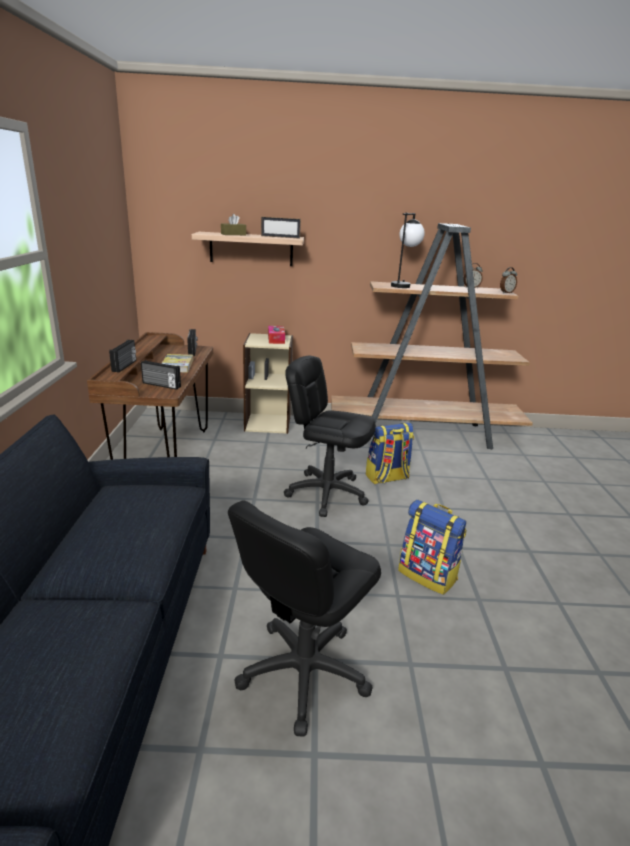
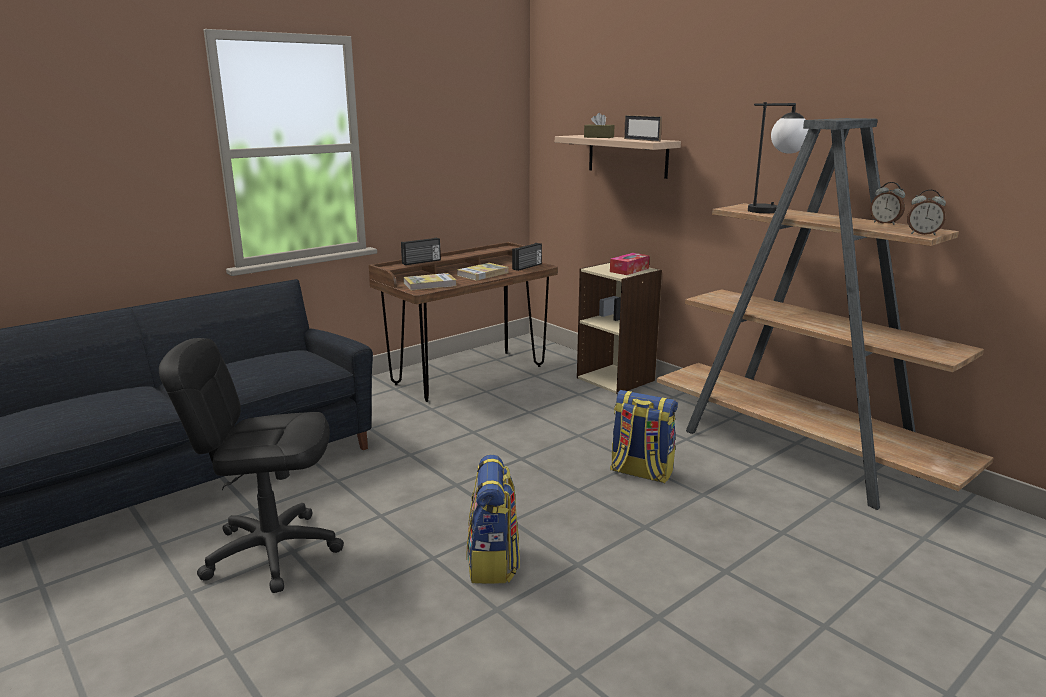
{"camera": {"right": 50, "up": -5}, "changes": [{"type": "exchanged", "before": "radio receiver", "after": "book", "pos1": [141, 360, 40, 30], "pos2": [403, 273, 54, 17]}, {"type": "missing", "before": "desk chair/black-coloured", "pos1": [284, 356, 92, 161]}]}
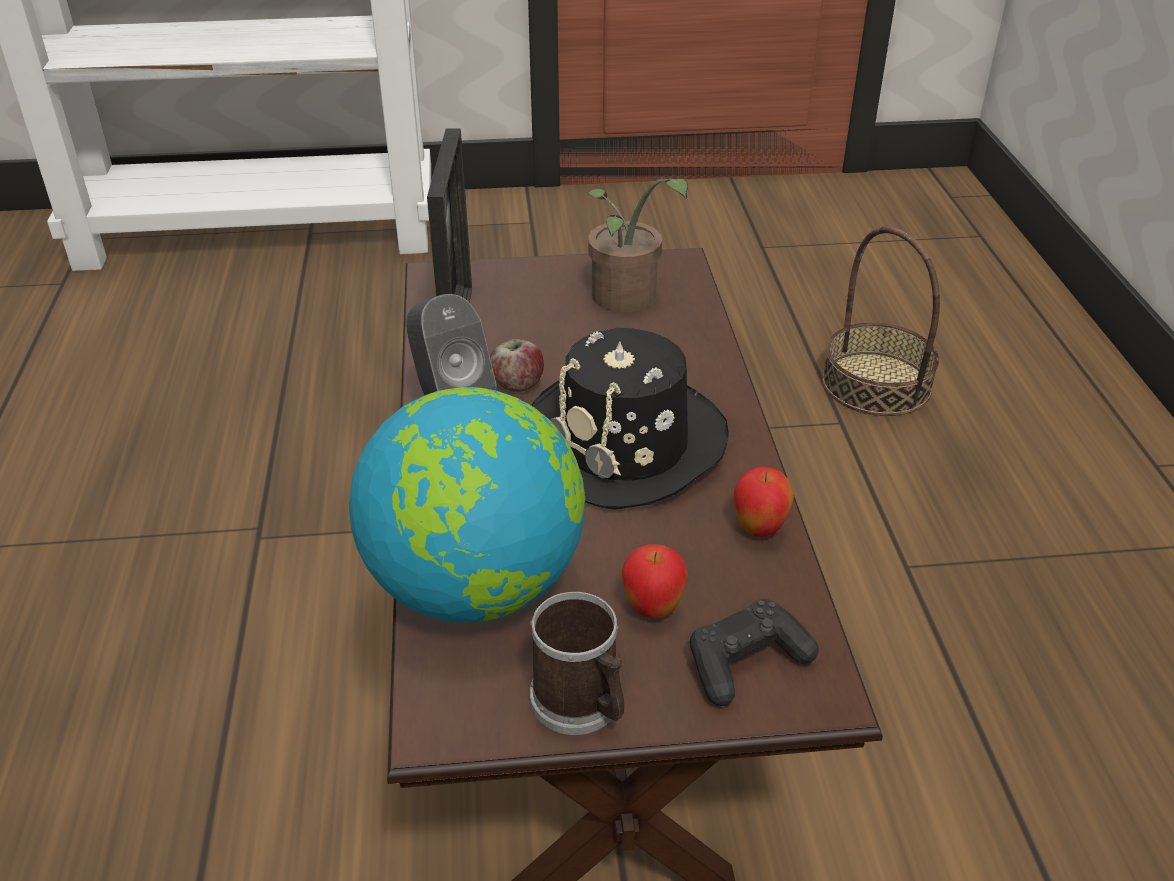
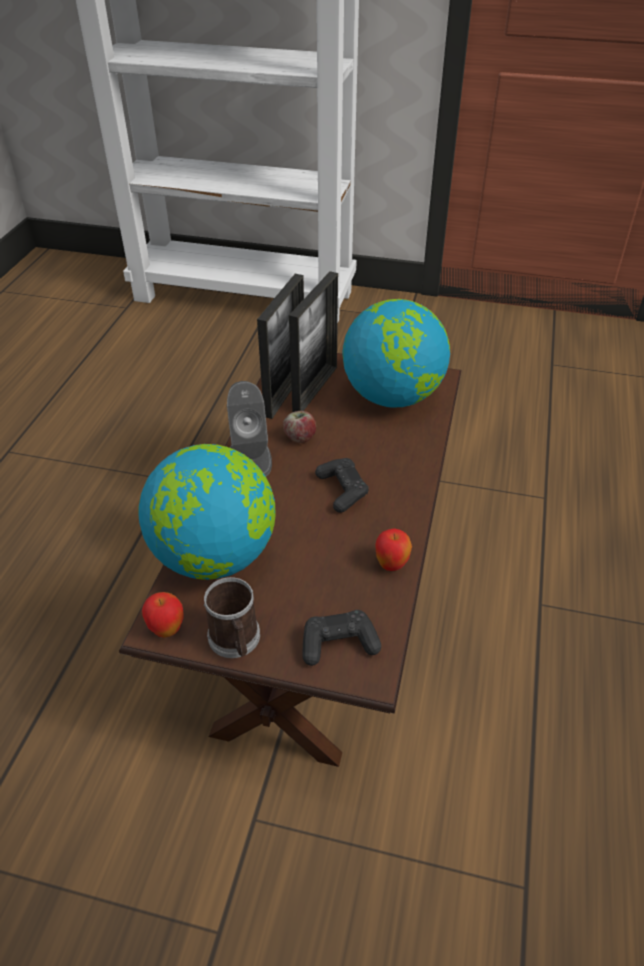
{"camera": {"right": 20, "up": 5}, "changes": [{"type": "exchanged", "before": "hat/black-coloured", "after": "game controller/black-coloured", "pos1": [531, 328, 197, 182], "pos2": [315, 458, 54, 55]}, {"type": "exchanged", "before": "houseplant", "after": "world globe", "pos1": [588, 178, 100, 134], "pos2": [342, 299, 108, 109]}, {"type": "relocated", "before": "apple", "pos1": [622, 544, 66, 75], "pos2": [142, 592, 42, 46]}, {"type": "missing", "before": "storage basket", "pos1": [822, 227, 118, 189]}, {"type": "appeared", "after": "picture frame", "pos2": [289, 271, 49, 141]}]}
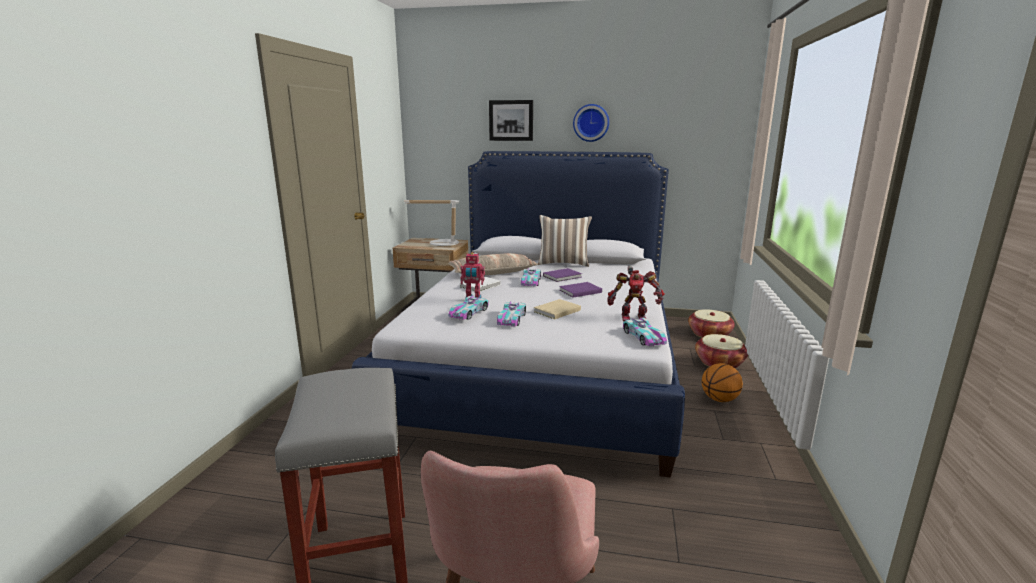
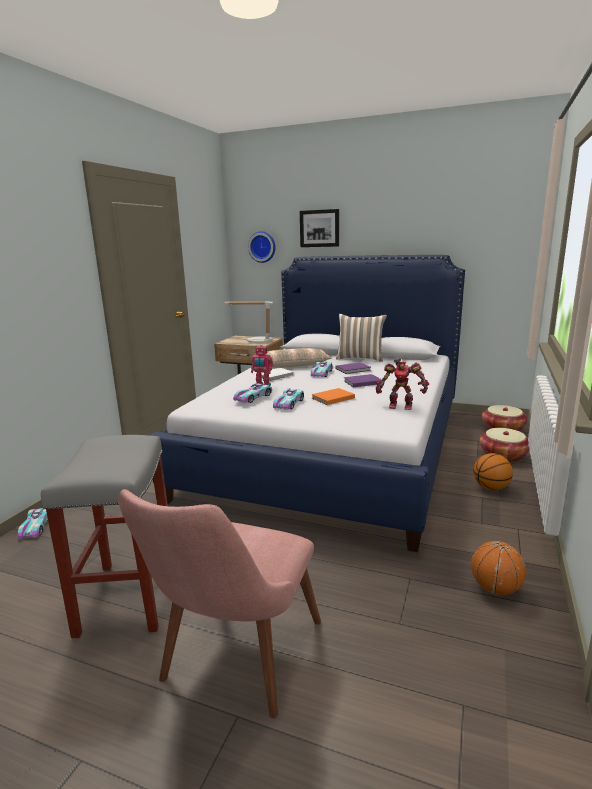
{"camera": {"right": 10, "up": 0}, "changes": [{"type": "colour", "before": "book/beige-coloured", "after": "book/orange-coloured", "pos1": [534, 299, 47, 20], "pos2": [312, 388, 43, 17]}, {"type": "relocated", "before": "hanging clock", "pos1": [573, 104, 36, 38], "pos2": [248, 231, 28, 32]}, {"type": "relocated", "before": "miniature car", "pos1": [623, 317, 44, 29], "pos2": [18, 508, 30, 31]}, {"type": "appeared", "after": "basketball", "pos2": [471, 541, 55, 54]}]}
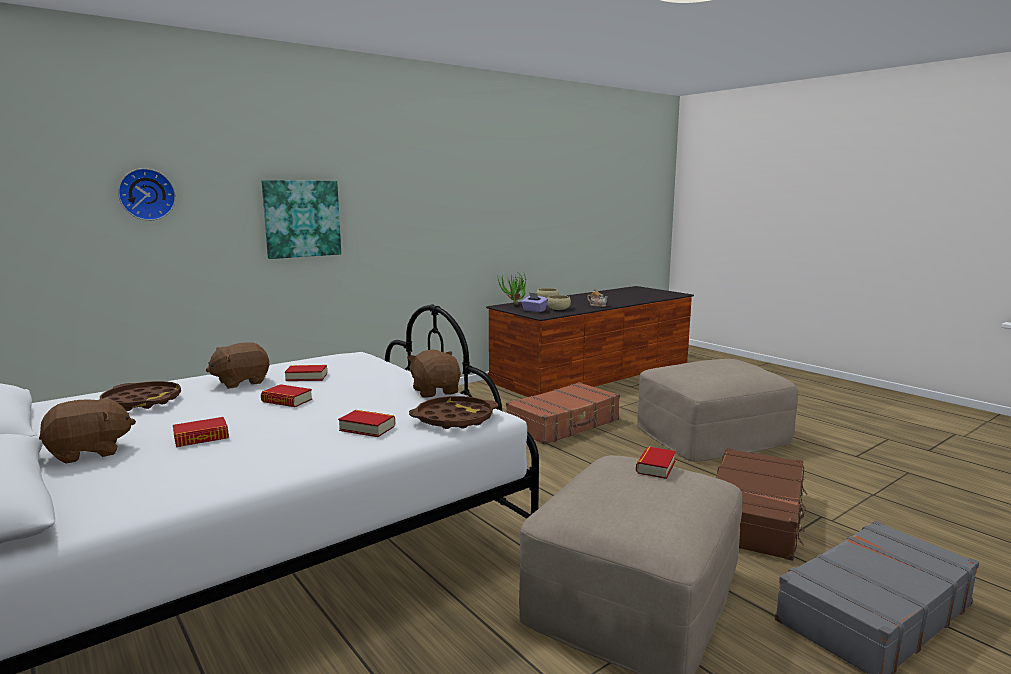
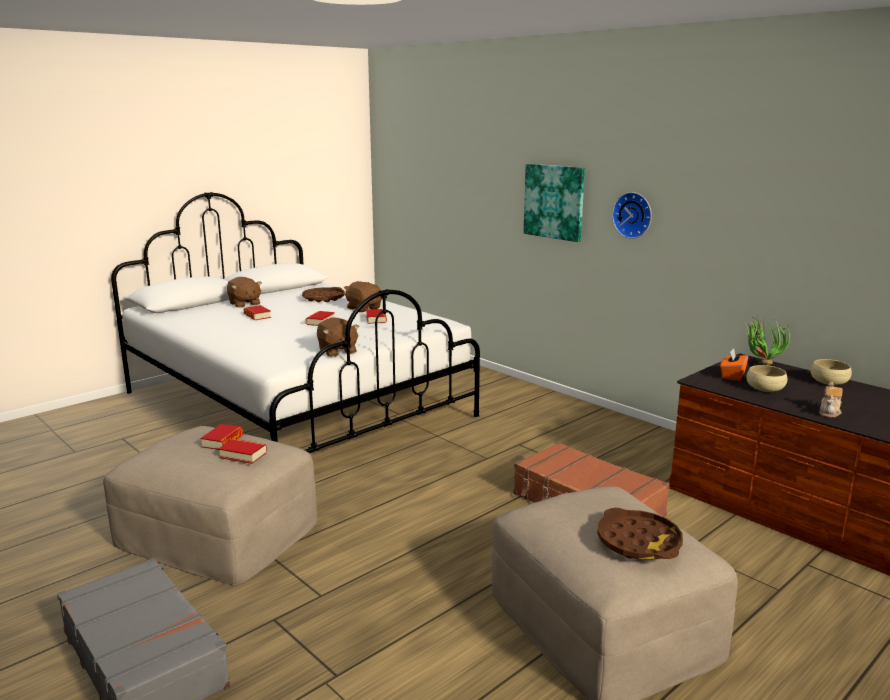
{"camera": {"right": 85, "up": 5}, "changes": [{"type": "relocated", "before": "hanging clock", "pos1": [118, 168, 58, 53], "pos2": [612, 192, 40, 47]}, {"type": "relocated", "before": "book", "pos1": [338, 410, 57, 27], "pos2": [201, 424, 43, 26]}, {"type": "spun", "before": "soft toy/brown", "pos1": [407, 349, 54, 49], "pos2": [317, 317, 43, 40], "turn": 90}, {"type": "relocated", "before": "serving tray/brown", "pos1": [409, 396, 89, 33], "pos2": [597, 508, 86, 52]}, {"type": "colour", "before": "tissue holder/purple-coloured", "after": "tissue holder/orange-coloured", "pos1": [521, 292, 27, 20], "pos2": [720, 348, 28, 33]}, {"type": "missing", "before": "piece of luggage/brown", "pos1": [716, 448, 91, 113]}]}
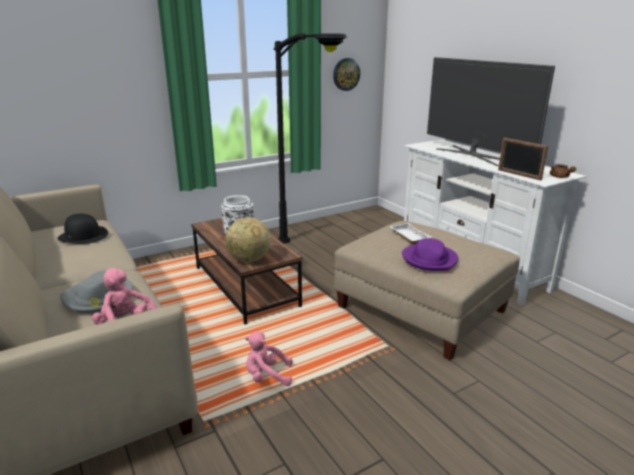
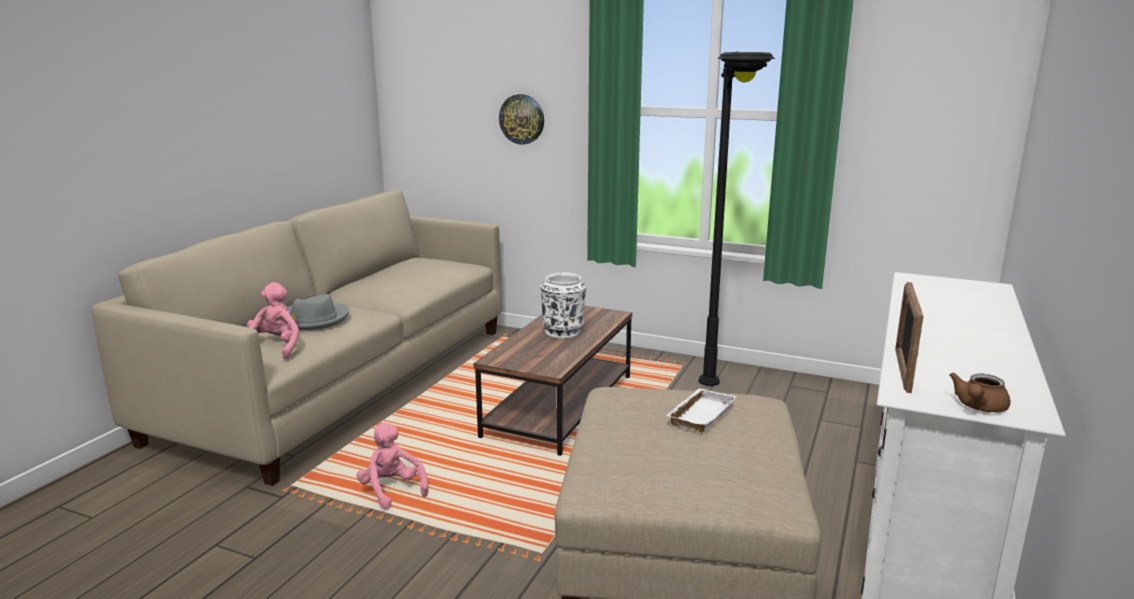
{"camera": {"right": 55, "up": -5}, "changes": [{"type": "missing", "before": "hat/black-coloured", "pos1": [57, 214, 51, 30]}, {"type": "missing", "before": "world globe", "pos1": [225, 217, 46, 45]}, {"type": "relocated", "before": "hanging clock", "pos1": [333, 58, 27, 33], "pos2": [499, 94, 45, 51]}, {"type": "missing", "before": "hat/purple-coloured", "pos1": [402, 238, 56, 33]}, {"type": "missing", "before": "TV set", "pos1": [427, 57, 128, 109]}]}
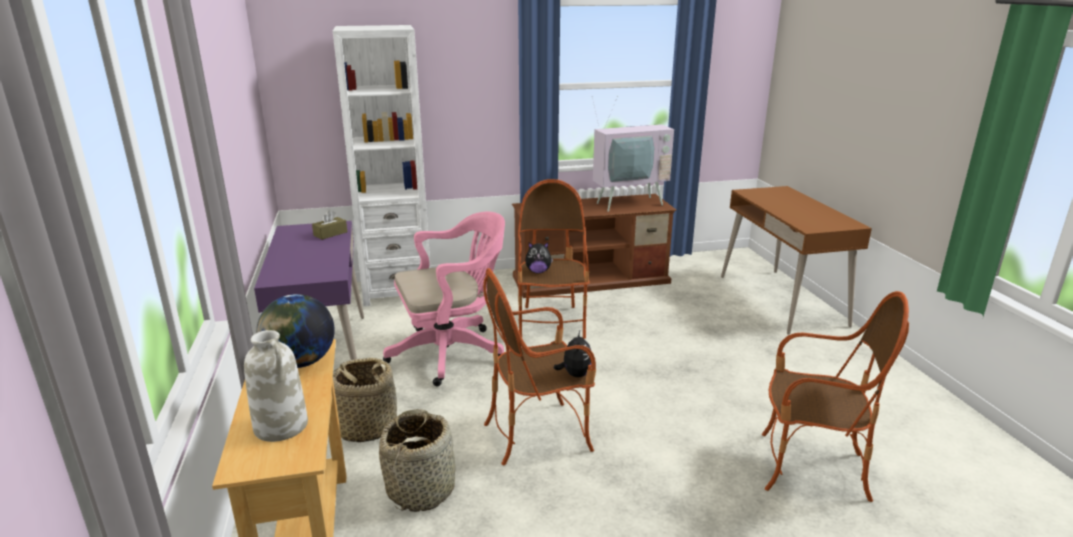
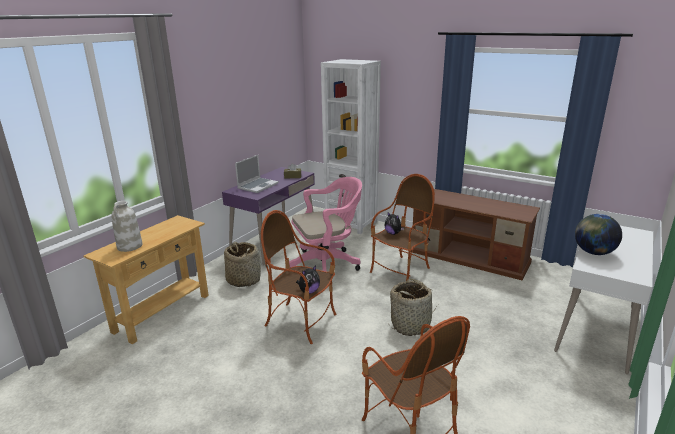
{"camera": {"right": 45, "up": 0}, "changes": [{"type": "relocated", "before": "world globe", "pos1": [256, 294, 79, 74], "pos2": [575, 214, 47, 41]}, {"type": "relocated", "before": "storage basket", "pos1": [379, 409, 76, 103], "pos2": [388, 279, 50, 57]}, {"type": "spun", "before": "desk chair/pink-coloured", "pos1": [383, 212, 122, 174], "pos2": [289, 177, 73, 95], "turn": -45}, {"type": "missing", "before": "TV set", "pos1": [592, 96, 82, 116]}, {"type": "colour", "before": "desk unit/brown", "after": "desk unit/white-coloured", "pos1": [721, 186, 151, 149], "pos2": [554, 226, 99, 148]}, {"type": "appeared", "after": "notebook computer", "pos2": [235, 155, 44, 38]}]}
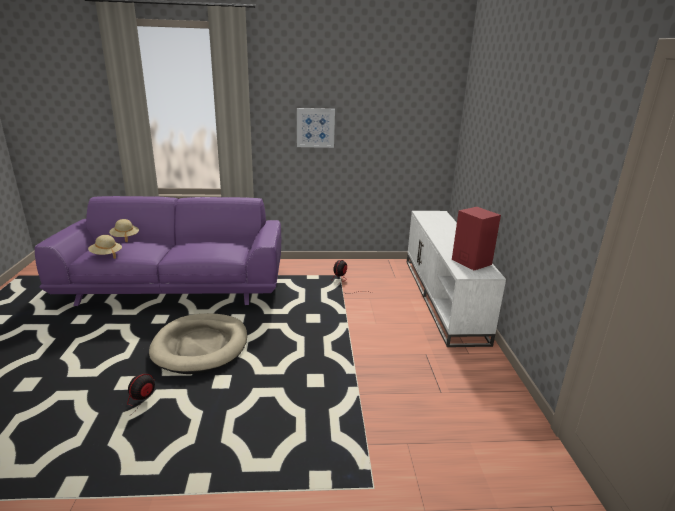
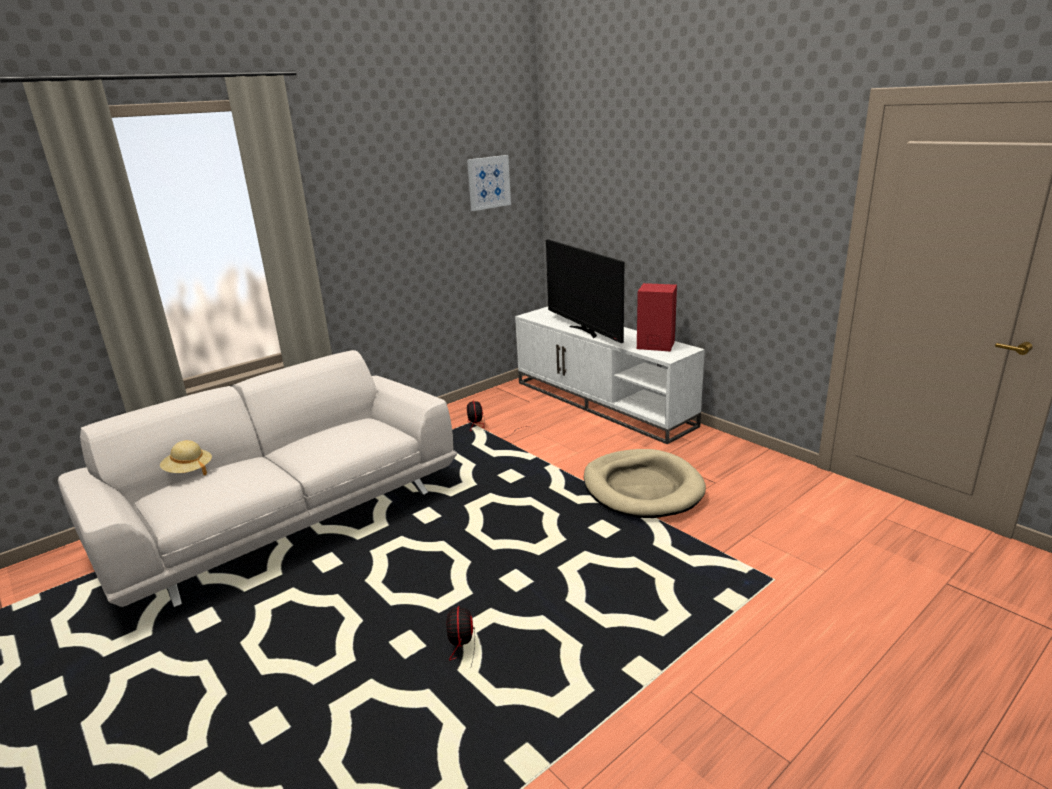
{"camera": {"right": -35, "up": 0}, "changes": [{"type": "colour", "before": "settee/purple-coloured", "after": "settee/white-coloured", "pos1": [35, 196, 246, 110], "pos2": [58, 350, 399, 257]}, {"type": "missing", "before": "hat/beige-coloured", "pos1": [88, 235, 34, 24]}, {"type": "relocated", "before": "dog cushion/beige-coloured", "pos1": [149, 313, 98, 61], "pos2": [584, 449, 122, 69]}, {"type": "relocated", "before": "wall picture", "pos1": [297, 108, 38, 40], "pos2": [467, 155, 44, 56]}, {"type": "appeared", "after": "TV set", "pos2": [546, 239, 78, 104]}]}
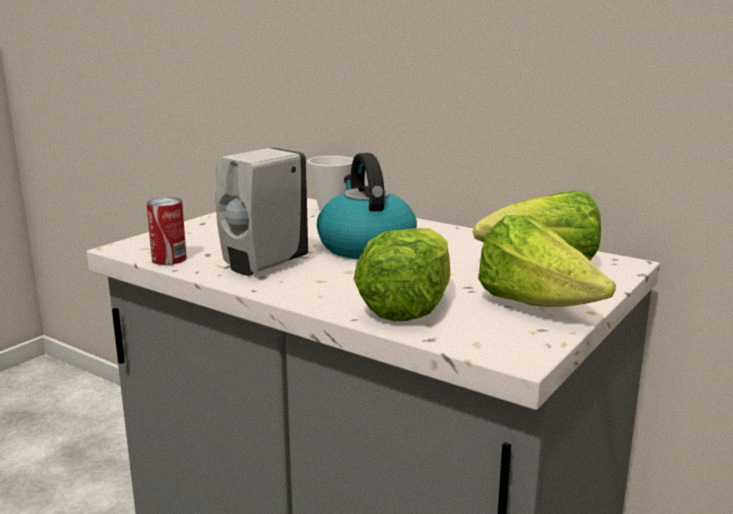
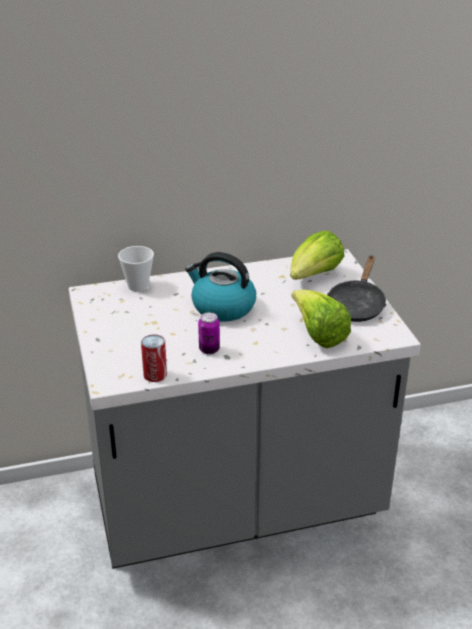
{"camera": {"right": -50, "up": 15}, "changes": [{"type": "exchanged", "before": "soap dispenser/white-coloured", "after": "can", "pos1": [216, 148, 92, 128], "pos2": [198, 312, 22, 42]}, {"type": "exchanged", "before": "lettuce", "after": "skillet/black-coloured", "pos1": [478, 215, 138, 92], "pos2": [327, 255, 60, 67]}]}
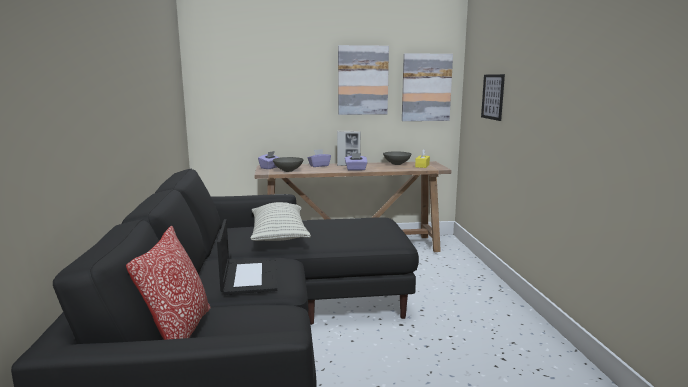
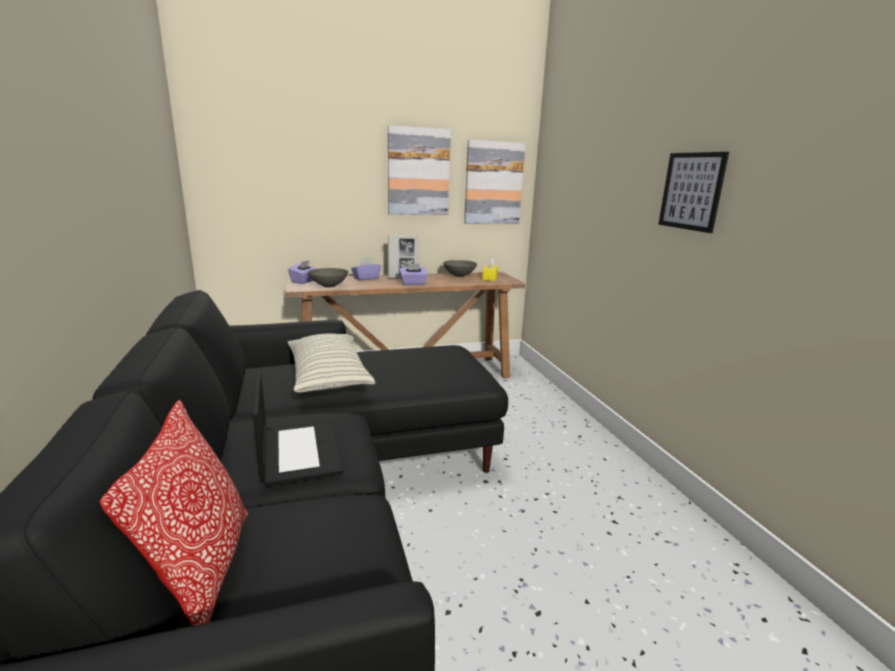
{"camera": {"right": -10, "up": 5}, "changes": [{"type": "relocated", "before": "wall picture", "pos1": [481, 74, 24, 47], "pos2": [658, 152, 71, 81]}]}
